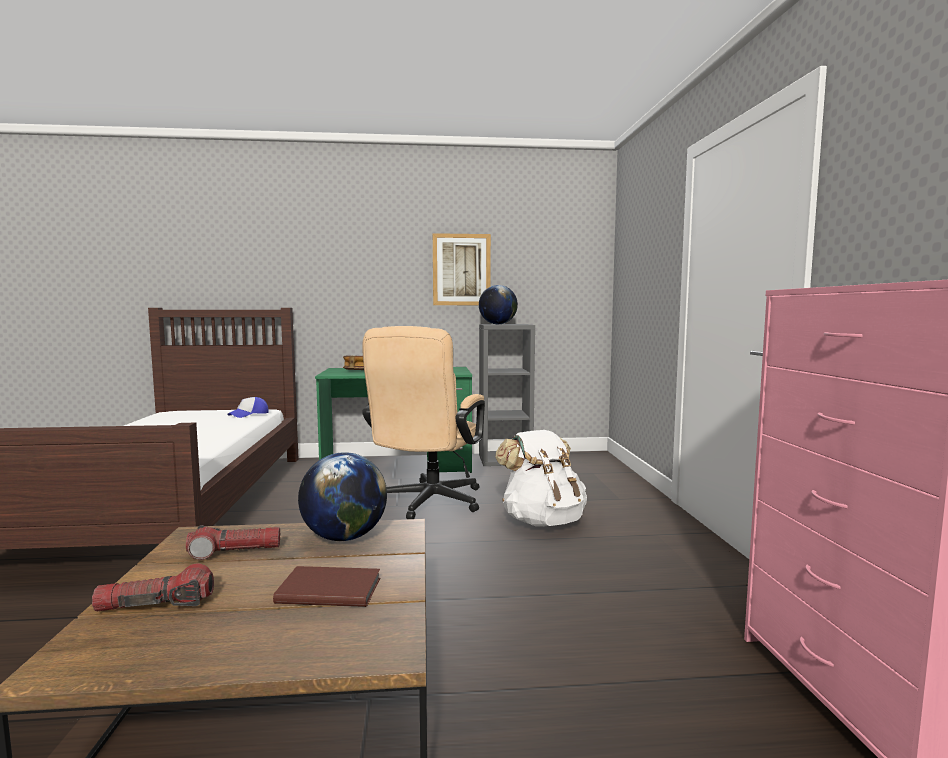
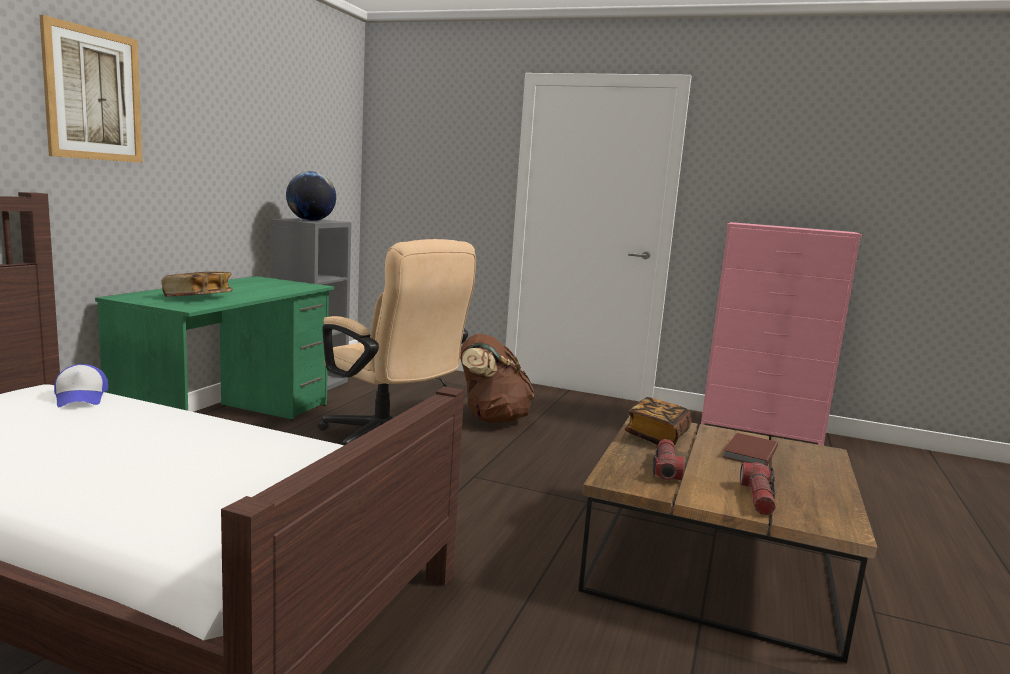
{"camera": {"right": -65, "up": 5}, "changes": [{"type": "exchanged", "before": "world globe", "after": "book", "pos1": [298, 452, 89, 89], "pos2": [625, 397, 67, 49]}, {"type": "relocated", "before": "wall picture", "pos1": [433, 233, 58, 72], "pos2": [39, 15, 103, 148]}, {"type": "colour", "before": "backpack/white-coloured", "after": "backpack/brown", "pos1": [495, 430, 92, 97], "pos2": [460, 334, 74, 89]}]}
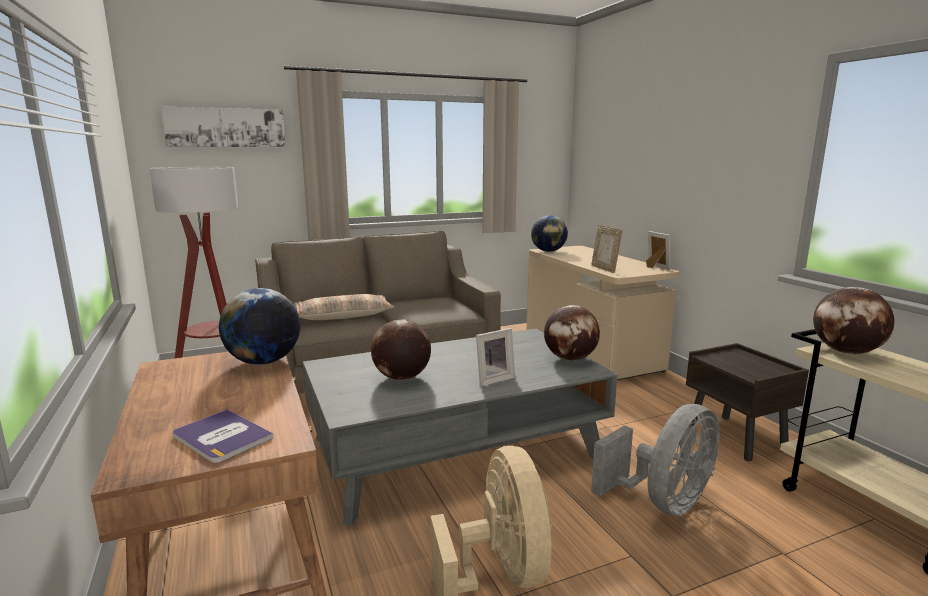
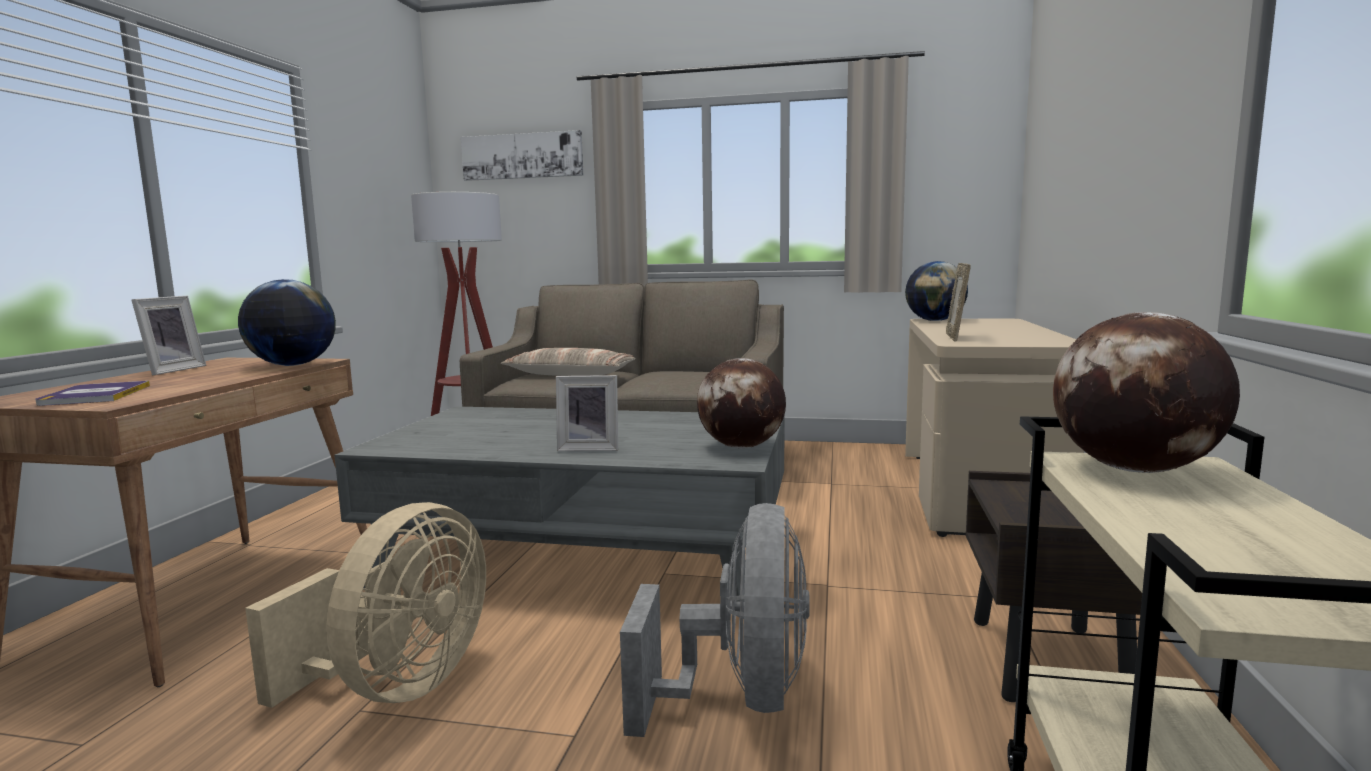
{"camera": {"right": 35, "up": -5}, "changes": [{"type": "missing", "before": "world globe", "pos1": [371, 319, 60, 61]}, {"type": "spun", "before": "electric fan/grey", "pos1": [591, 404, 129, 112], "pos2": [620, 503, 190, 234], "turn": -75}, {"type": "relocated", "before": "picture frame", "pos1": [646, 231, 25, 39], "pos2": [132, 296, 74, 80]}]}
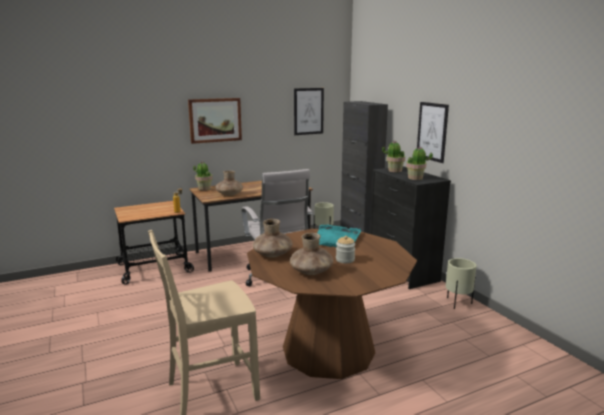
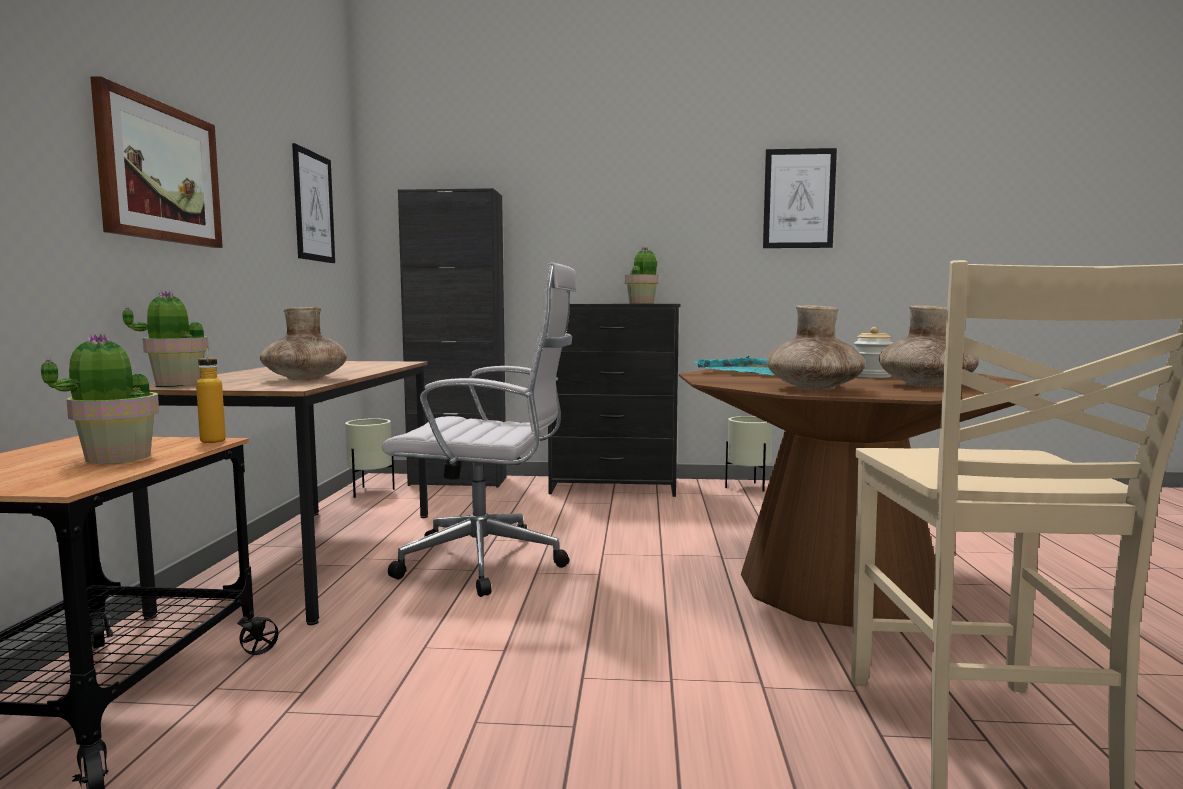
{"camera": {"right": -60, "up": -10}, "changes": [{"type": "relocated", "before": "houseplant", "pos1": [382, 141, 23, 31], "pos2": [41, 333, 118, 131]}, {"type": "relocated", "before": "wall picture", "pos1": [417, 102, 32, 61], "pos2": [763, 148, 74, 100]}]}
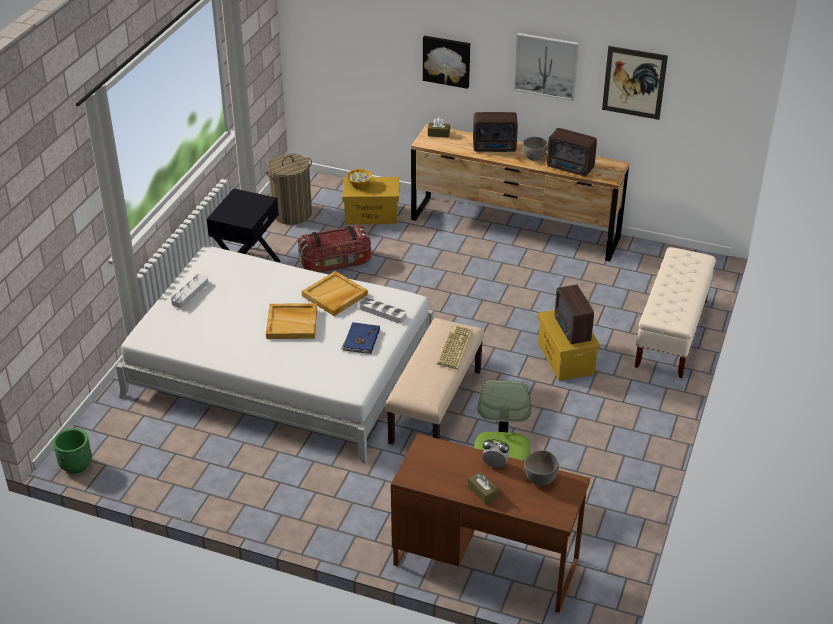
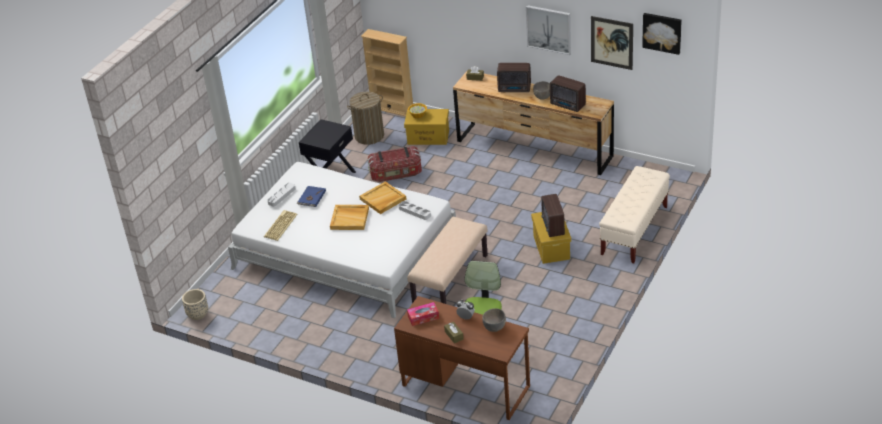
{"camera": {"right": 10, "up": 0}, "changes": [{"type": "colour", "before": "planter/green", "after": "planter/beige-coloured", "pos1": [53, 428, 39, 46], "pos2": [182, 289, 26, 31]}, {"type": "relocated", "before": "book/bluish", "pos1": [341, 322, 39, 32], "pos2": [296, 186, 30, 21]}, {"type": "relocated", "before": "wall picture", "pos1": [423, 36, 47, 53], "pos2": [642, 13, 40, 42]}, {"type": "relocated", "before": "keyboard", "pos1": [436, 325, 37, 44], "pos2": [264, 210, 34, 31]}, {"type": "appeared", "after": "shelving unit/beige-coloured", "pos2": [361, 29, 52, 87]}, {"type": "appeared", "after": "tissue holder", "pos2": [407, 302, 32, 24]}]}
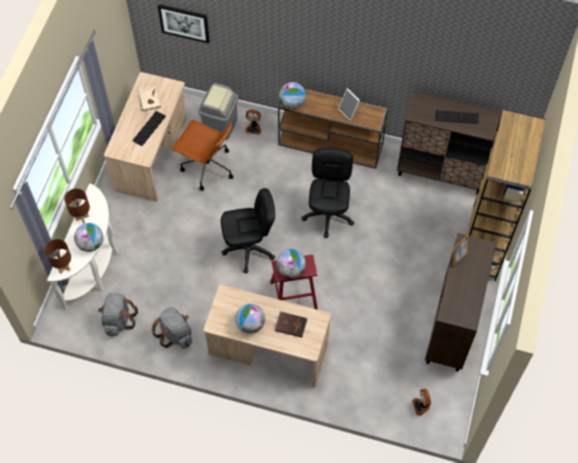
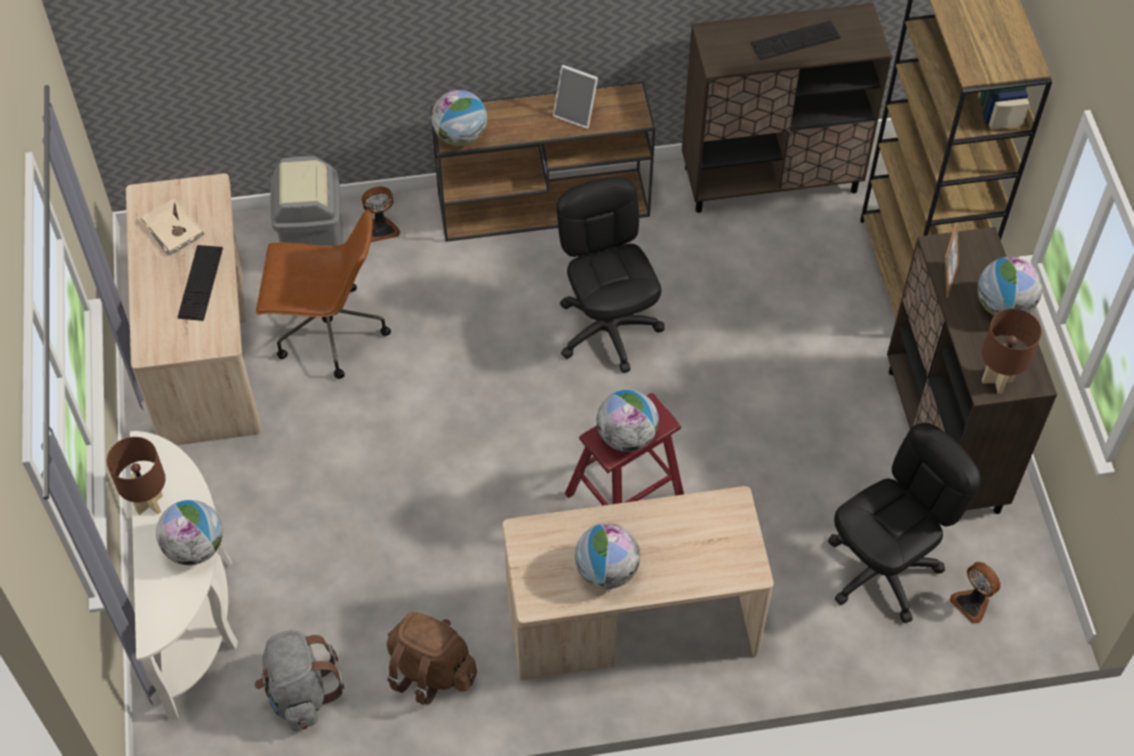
{"camera": {"right": -25, "up": -5}, "changes": [{"type": "relocated", "before": "table lamp/brown", "pos1": [45, 239, 26, 35], "pos2": [982, 308, 60, 86]}, {"type": "colour", "before": "backpack/grey", "after": "backpack/brown", "pos1": [152, 307, 40, 42], "pos2": [387, 612, 90, 93]}, {"type": "missing", "before": "wall picture", "pos1": [158, 4, 52, 40]}, {"type": "relocated", "before": "desk chair/black-coloured", "pos1": [221, 188, 54, 85], "pos2": [828, 423, 153, 200]}, {"type": "missing", "before": "book/brown", "pos1": [275, 311, 33, 26]}, {"type": "appeared", "after": "world globe", "pos2": [977, 257, 65, 59]}]}
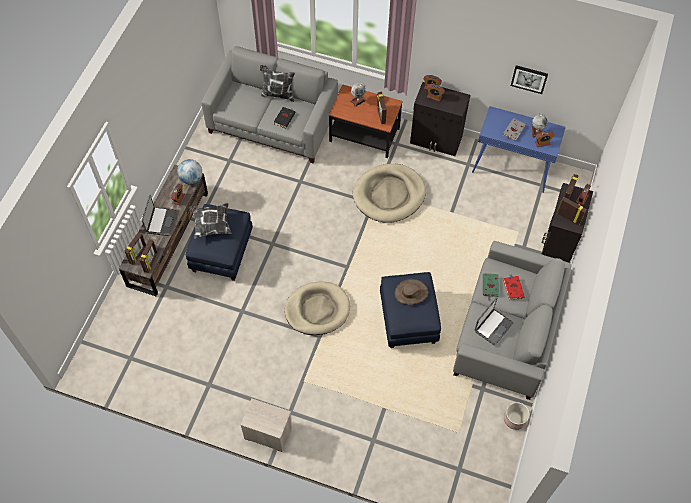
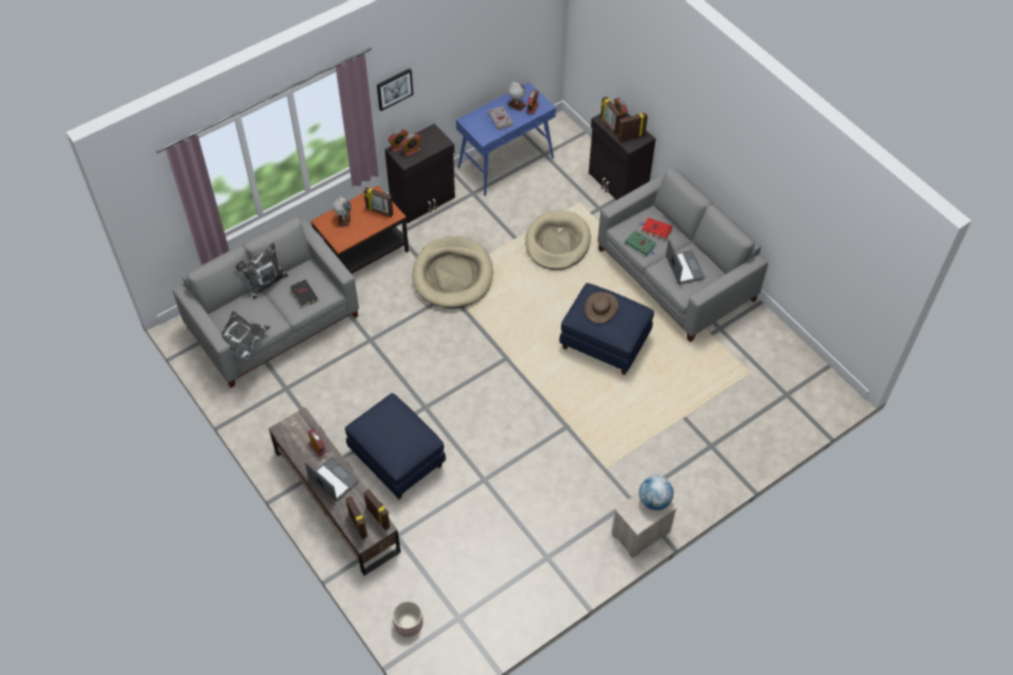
{"camera": {"right": -55, "up": -5}, "changes": [{"type": "relocated", "before": "world globe", "pos1": [177, 159, 25, 25], "pos2": [639, 476, 35, 34]}, {"type": "relocated", "before": "throw pillow", "pos1": [190, 203, 42, 36], "pos2": [206, 311, 65, 50]}, {"type": "relocated", "before": "dog cushion/beige-coloured", "pos1": [285, 281, 65, 54], "pos2": [525, 210, 66, 60]}, {"type": "relocated", "before": "planter", "pos1": [504, 402, 26, 28], "pos2": [392, 601, 31, 35]}, {"type": "relocated", "before": "wall picture", "pos1": [511, 65, 37, 29], "pos2": [377, 68, 36, 43]}]}
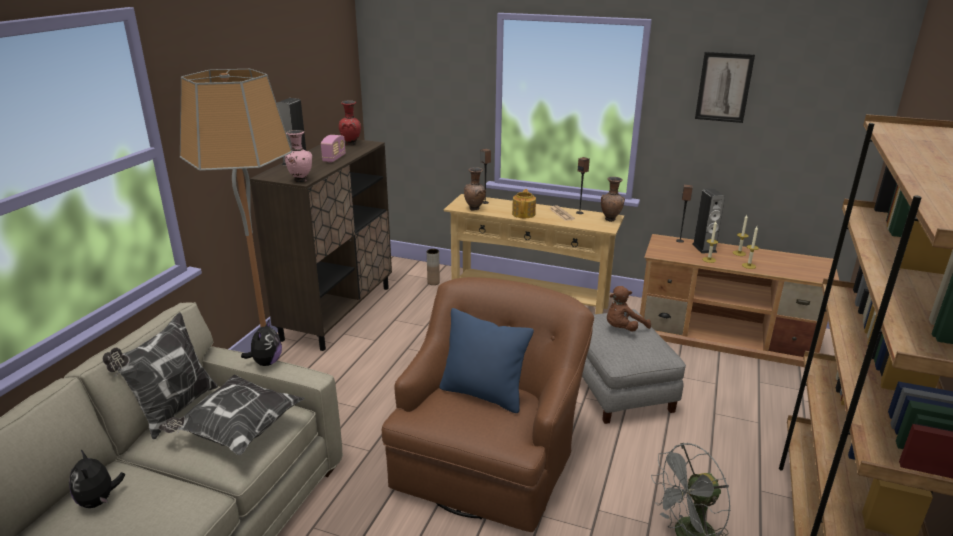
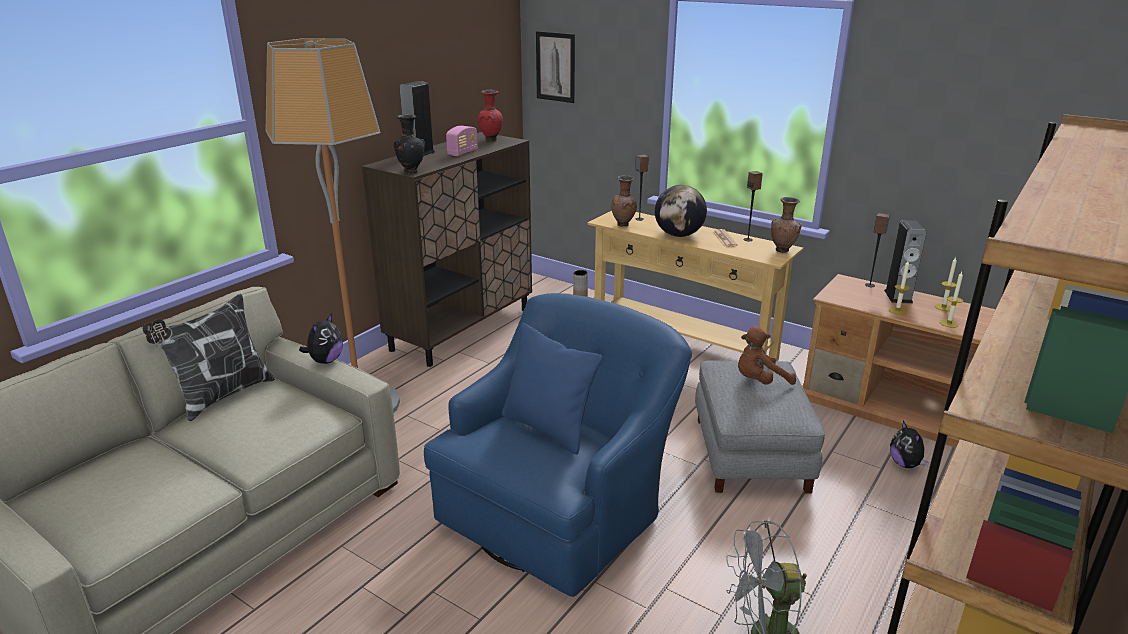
{"camera": {"right": 15, "up": 0}, "changes": [{"type": "relocated", "before": "soft toy", "pos1": [69, 450, 56, 58], "pos2": [890, 421, 39, 47]}, {"type": "missing", "before": "throw pillow", "pos1": [159, 374, 145, 81]}, {"type": "colour", "before": "decorative vase/pink-coloured", "after": "decorative vase/black-coloured", "pos1": [285, 130, 27, 52], "pos2": [394, 114, 31, 59]}, {"type": "colour", "before": "lounge chair/brown", "after": "lounge chair/bluish", "pos1": [382, 277, 212, 255], "pos2": [424, 293, 268, 304]}, {"type": "exchanged", "before": "pot for tea", "after": "world globe", "pos1": [512, 189, 24, 29], "pos2": [655, 185, 52, 52]}, {"type": "relocated", "before": "wall picture", "pos1": [695, 52, 60, 71], "pos2": [536, 31, 39, 72]}]}
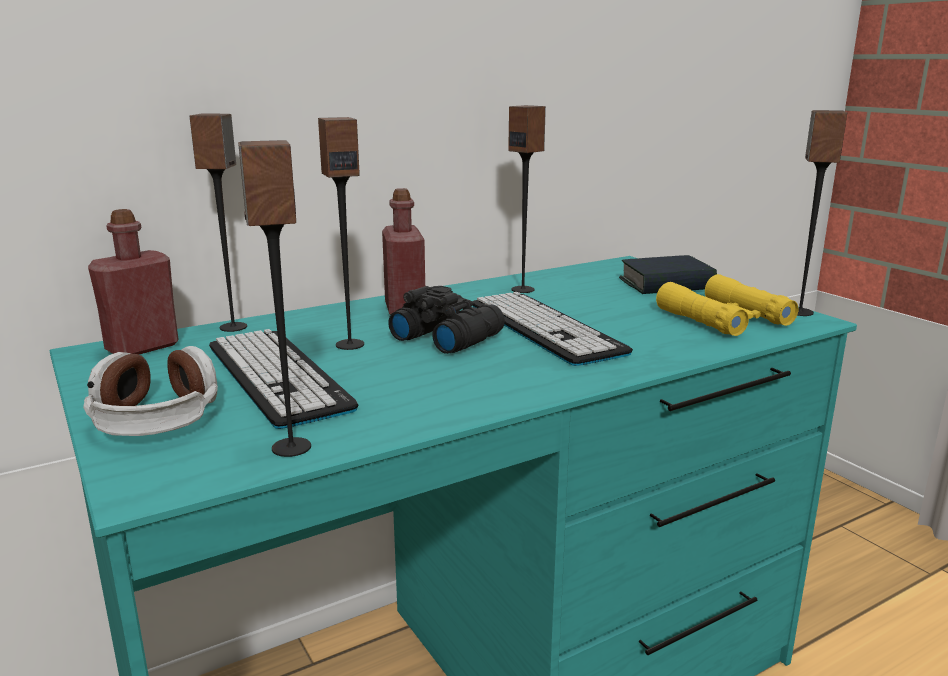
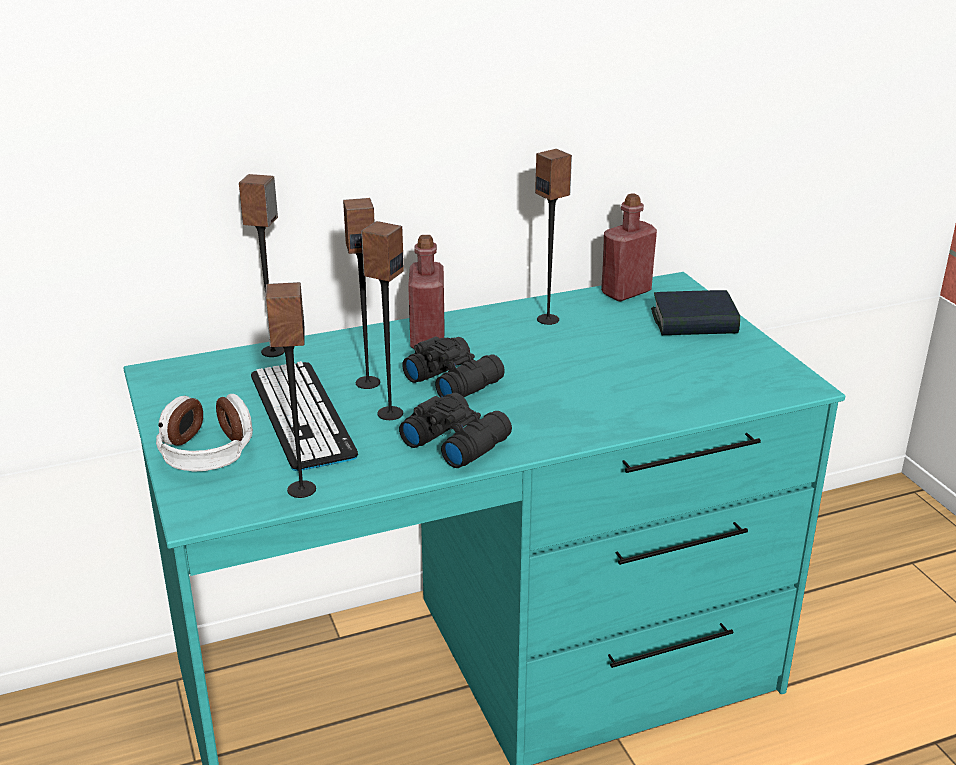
{"camera": {"right": 10, "up": 10}, "changes": [{"type": "relocated", "before": "bottle/reddish", "pos1": [88, 209, 90, 146], "pos2": [601, 194, 56, 108]}, {"type": "missing", "before": "keyboard", "pos1": [472, 292, 161, 74]}, {"type": "missing", "before": "binoculars/yellow-coloured", "pos1": [656, 274, 142, 62]}, {"type": "relocated", "before": "speaker", "pos1": [797, 110, 50, 206], "pos2": [361, 221, 43, 199]}, {"type": "appeared", "after": "binoculars/black-coloured", "pos2": [399, 393, 113, 75]}]}
